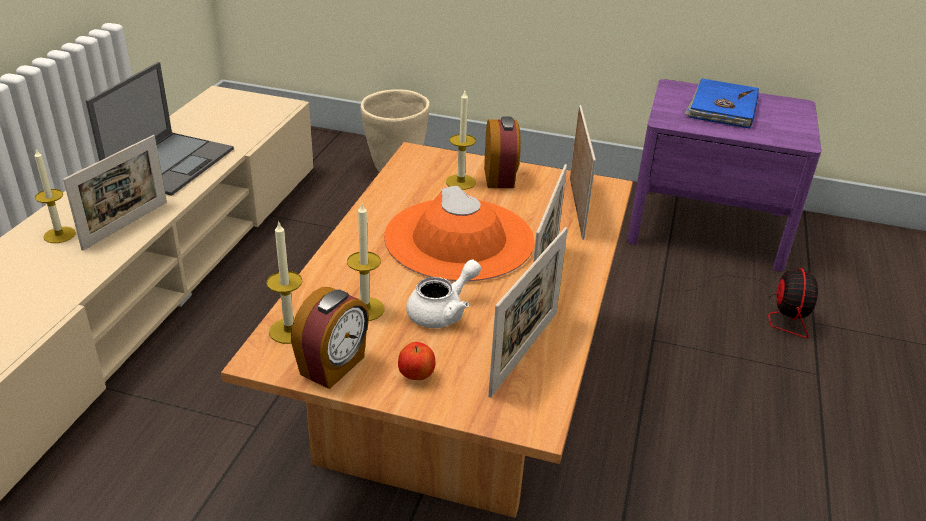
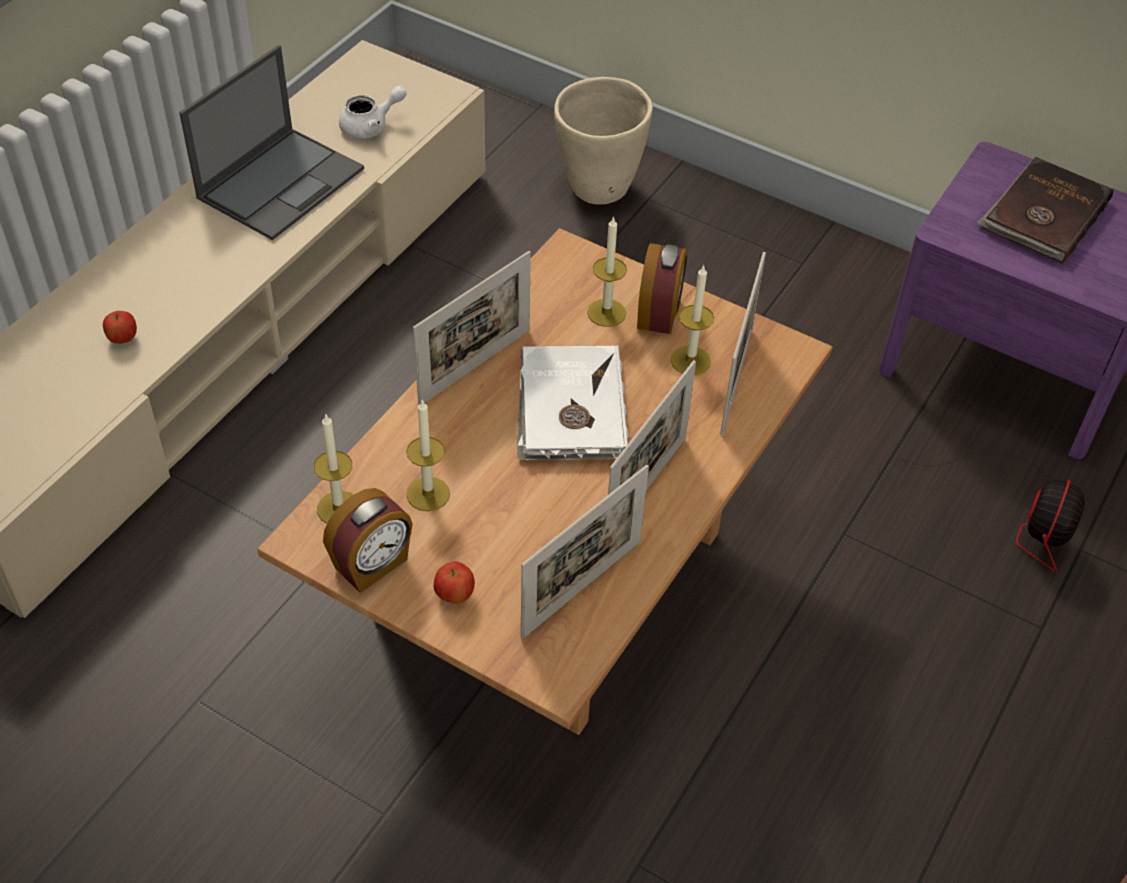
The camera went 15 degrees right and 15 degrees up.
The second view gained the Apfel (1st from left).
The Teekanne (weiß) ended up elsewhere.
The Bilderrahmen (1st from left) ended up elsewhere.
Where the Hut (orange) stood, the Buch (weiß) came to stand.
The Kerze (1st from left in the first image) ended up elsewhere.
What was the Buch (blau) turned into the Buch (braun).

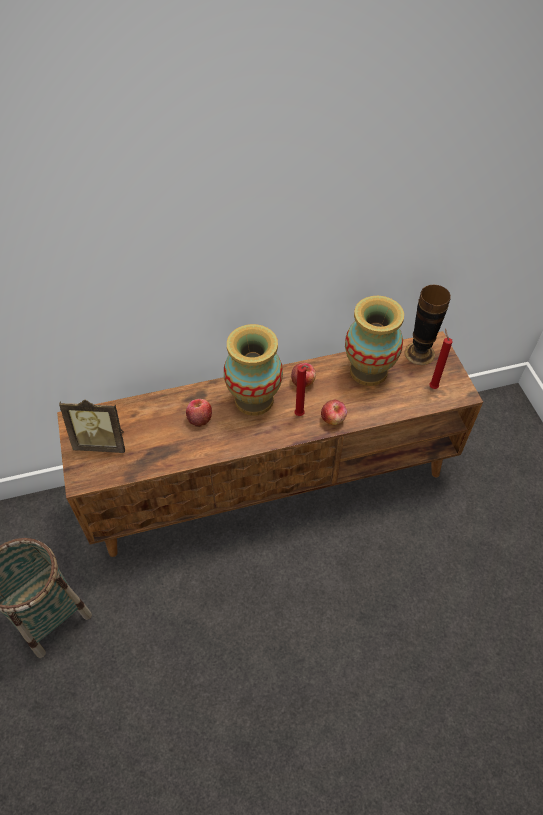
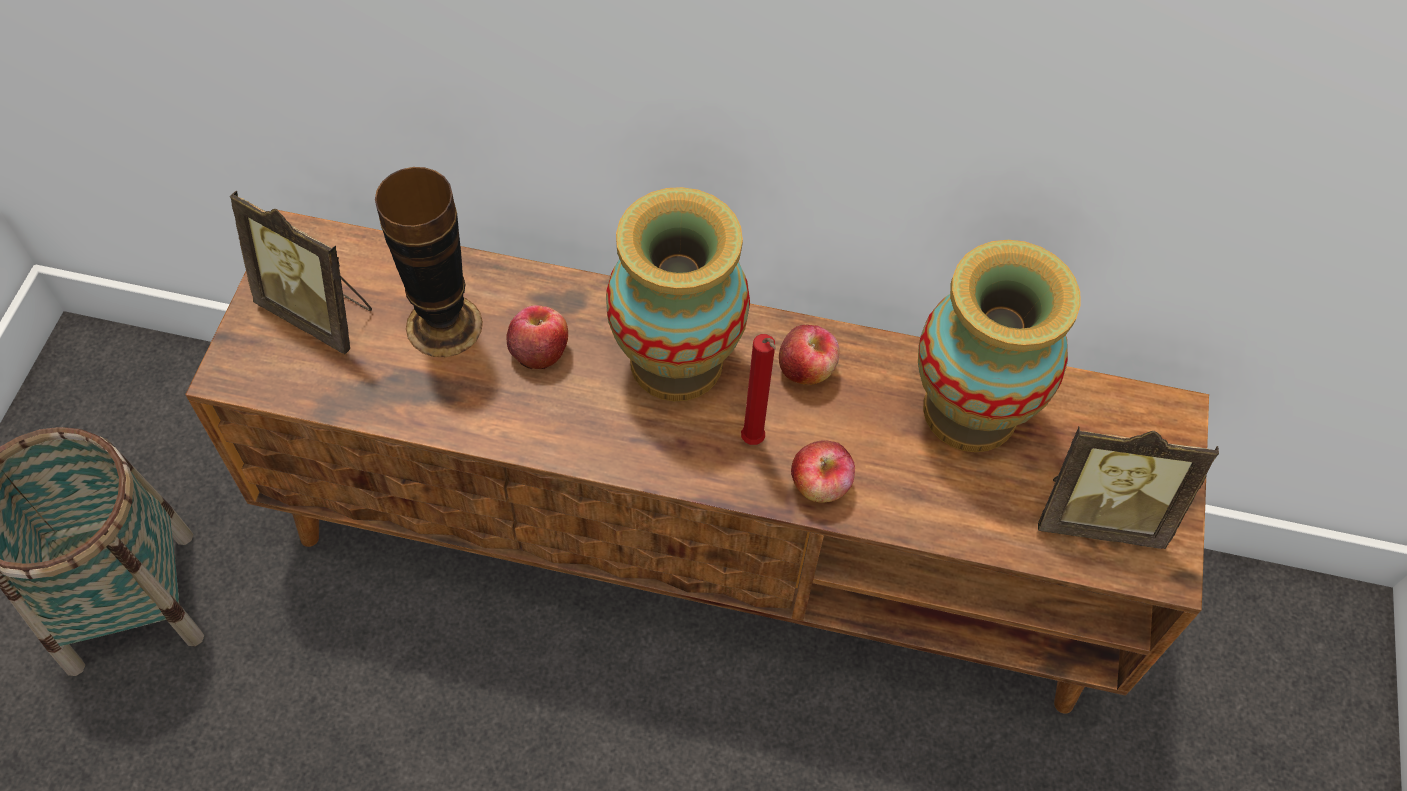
The camera went 25 degrees right and 5 degrees up.
The Vase (3rd from left in the first image) ended up elsewhere.
Where the Kerze (rot) (2nd from left) stood, the Bilderrahmen (2nd from left) came to stand.

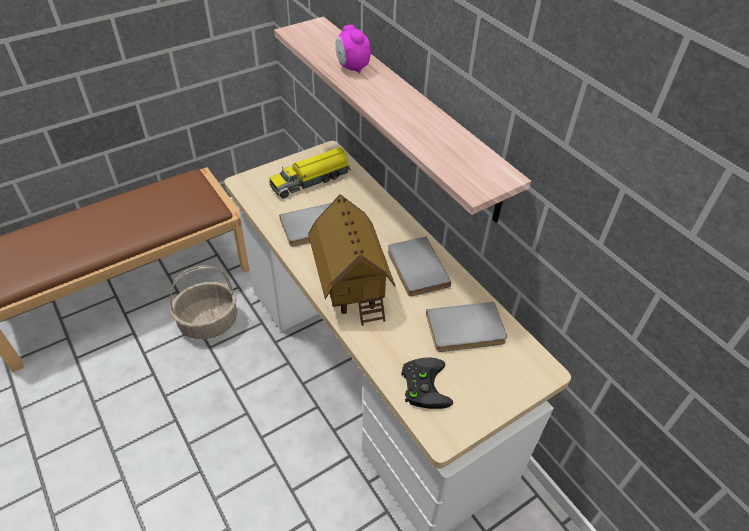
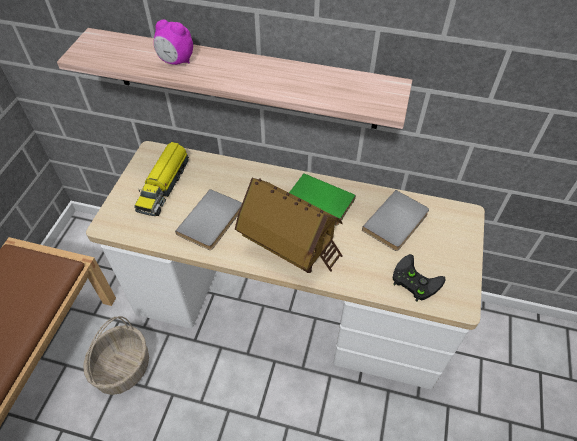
The camera went 40 degrees left and 5 degrees up.
What was the Buch (grau) (2nd from left) turned into the Buch (grün).

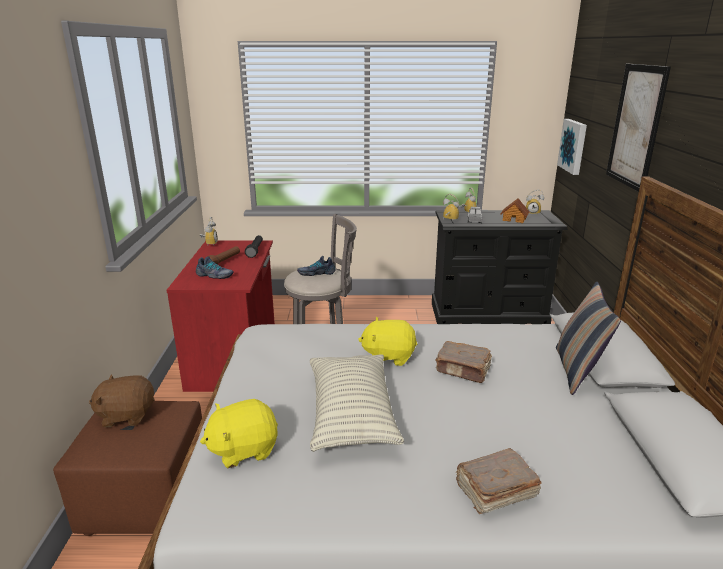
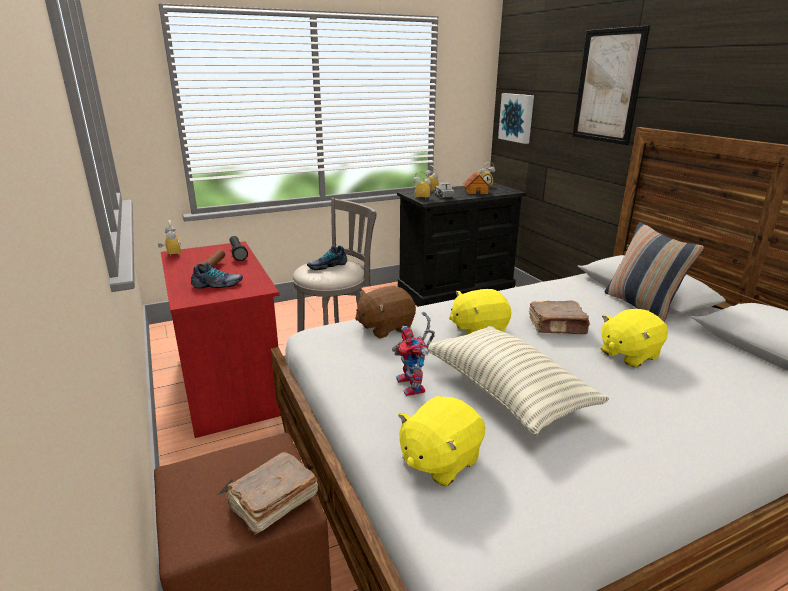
The camera went 25 degrees left and 0 degrees up.
The Buch (braun) (2nd from left in the first image) ended up elsewhere.
The Plüschtier (braun) ended up elsewhere.
The second view gained the Spielzeugroboter.
The second view gained the Plüschtier (gelb) (3rd from left).

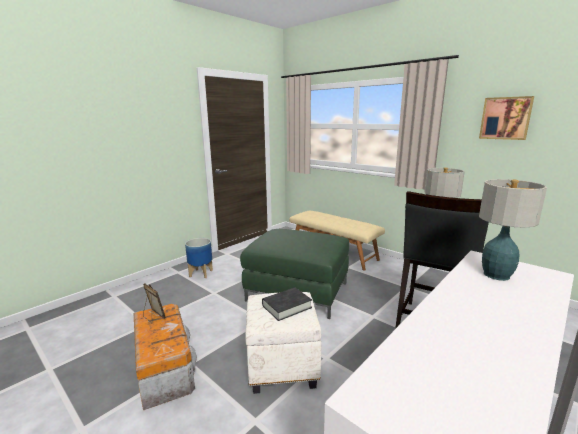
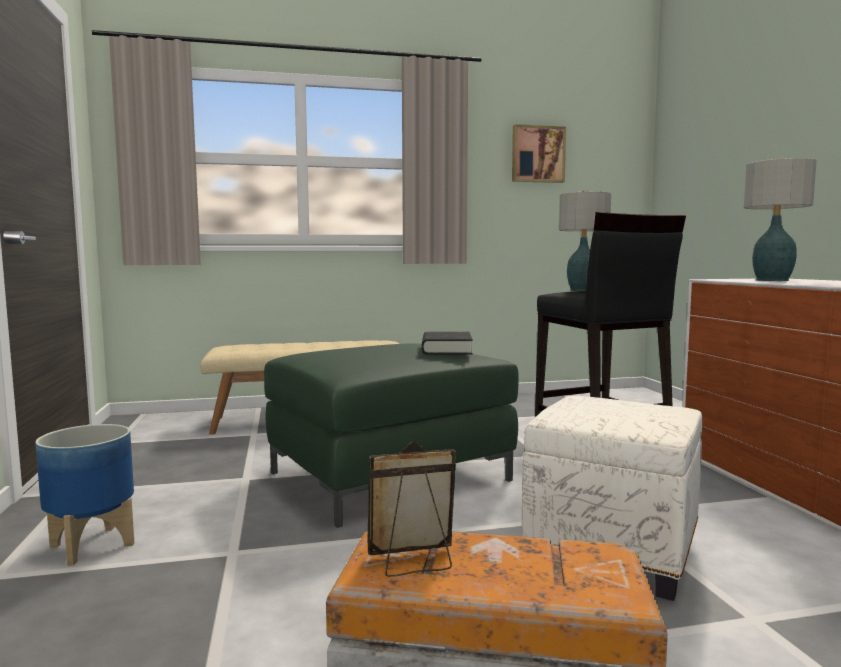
The camera went 55 degrees left and 10 degrees down.
The Buch (schwarz) ended up elsewhere.

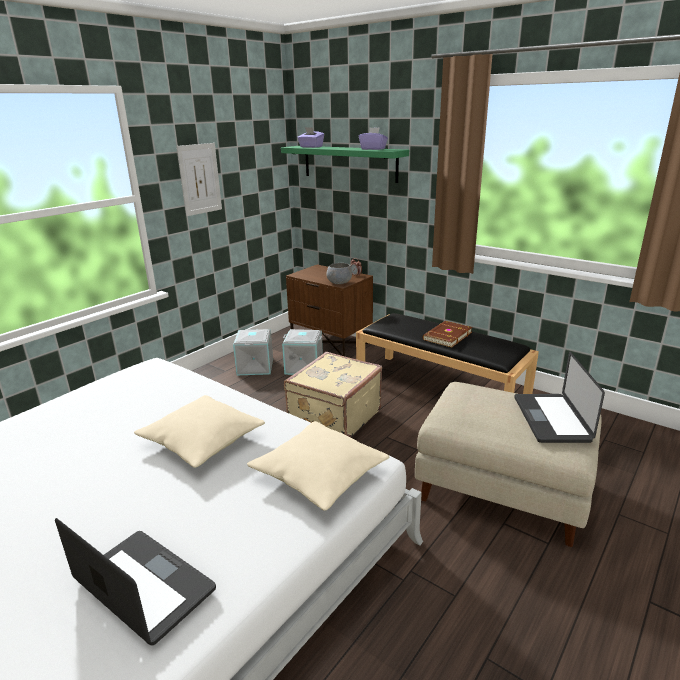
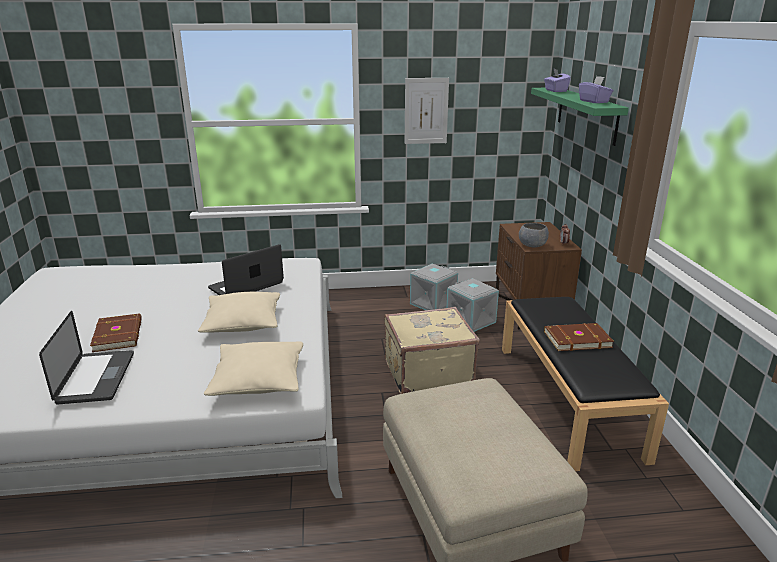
The camera went 45 degrees right and 0 degrees up.
The second view gained the Buch (braun) (1st from left).
The Laptop (2nd from left) ended up elsewhere.

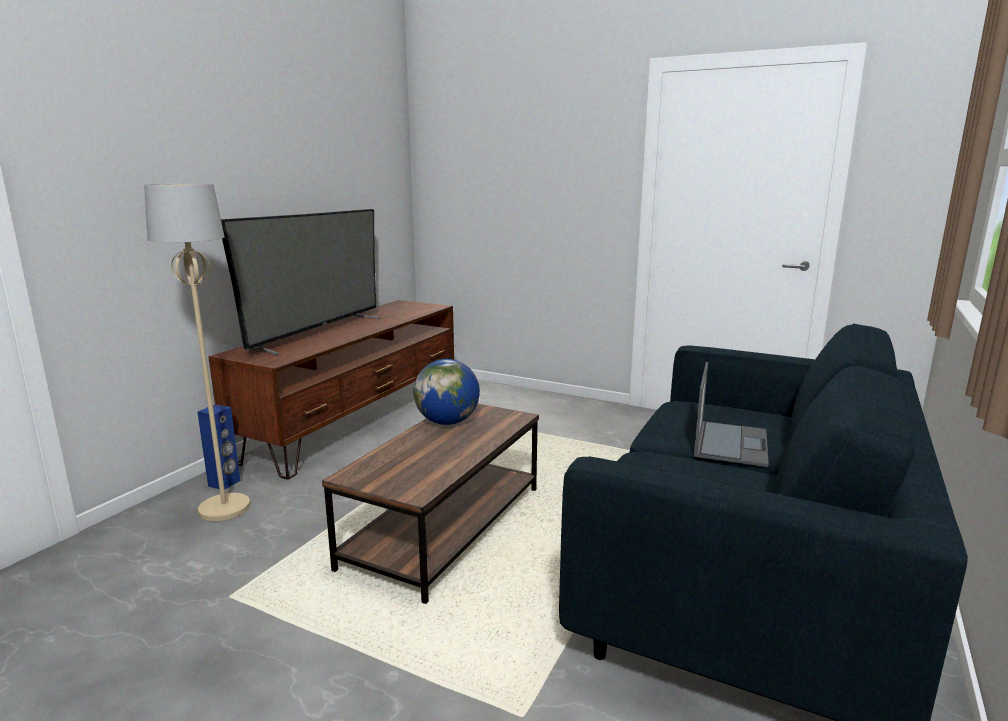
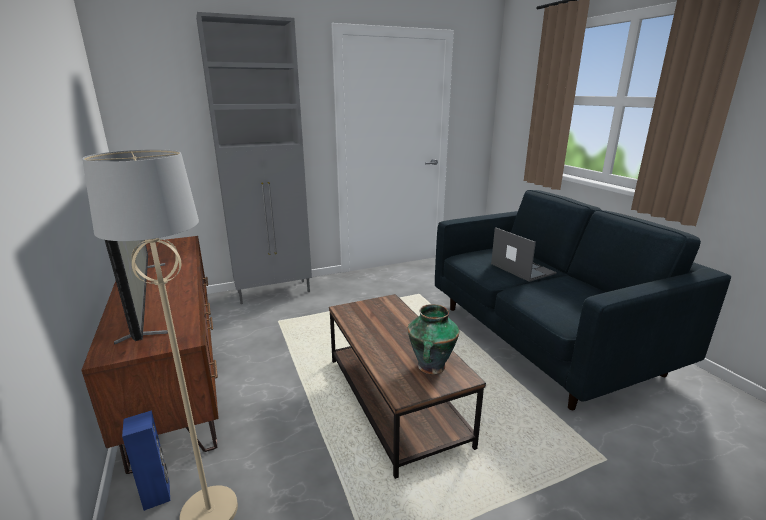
The camera went 50 degrees left and 5 degrees up.
The second view gained the Schrank (grau).
The second view gained the Vase.
The second view lost the Globus.

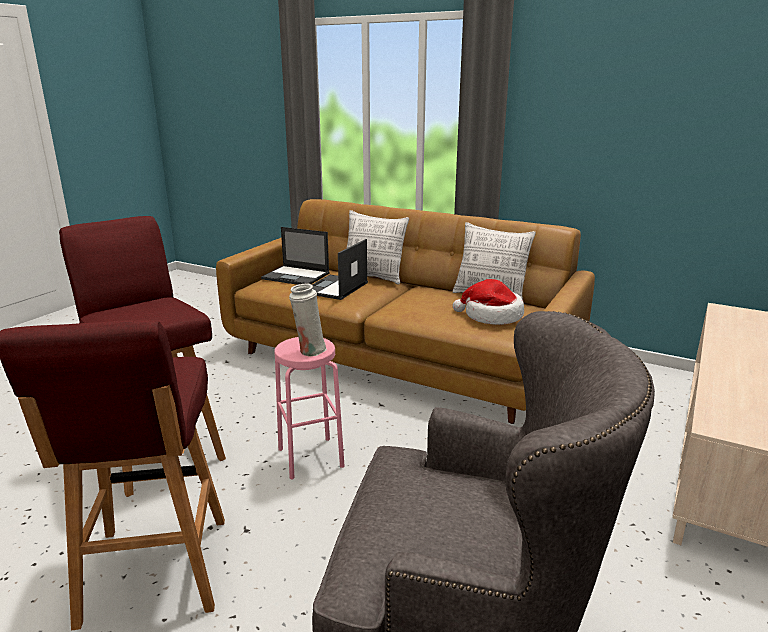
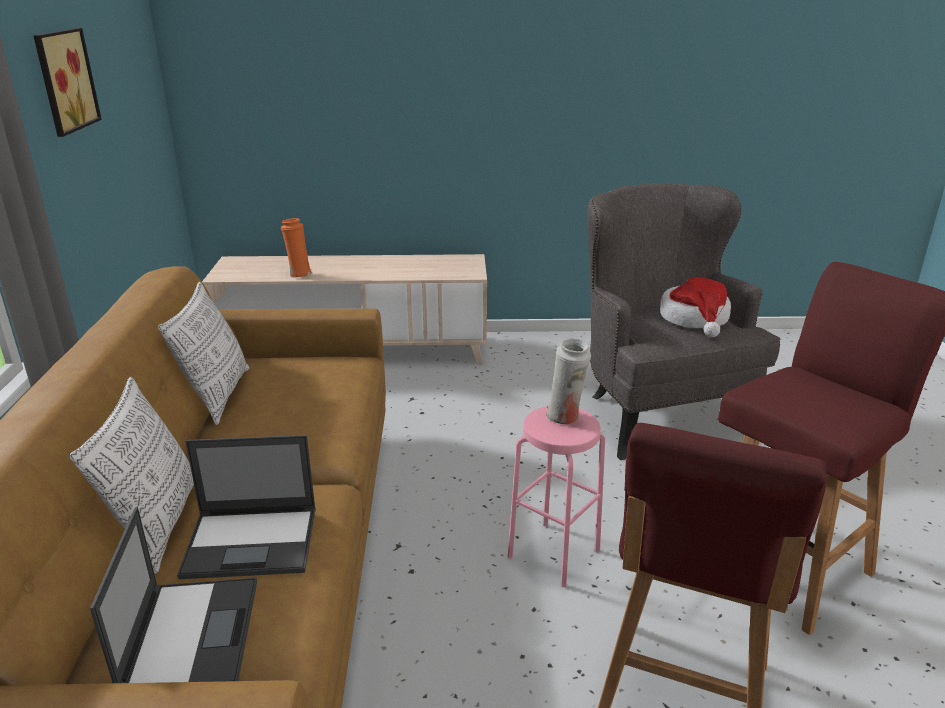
The camera went 120 degrees left and 5 degrees up.
The second view gained the Bild.
The second view gained the Vase (orange).
The Hut ended up elsewhere.

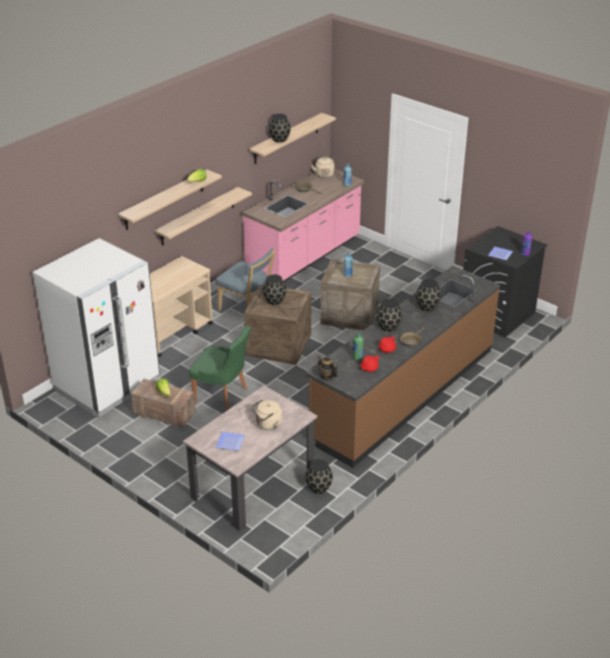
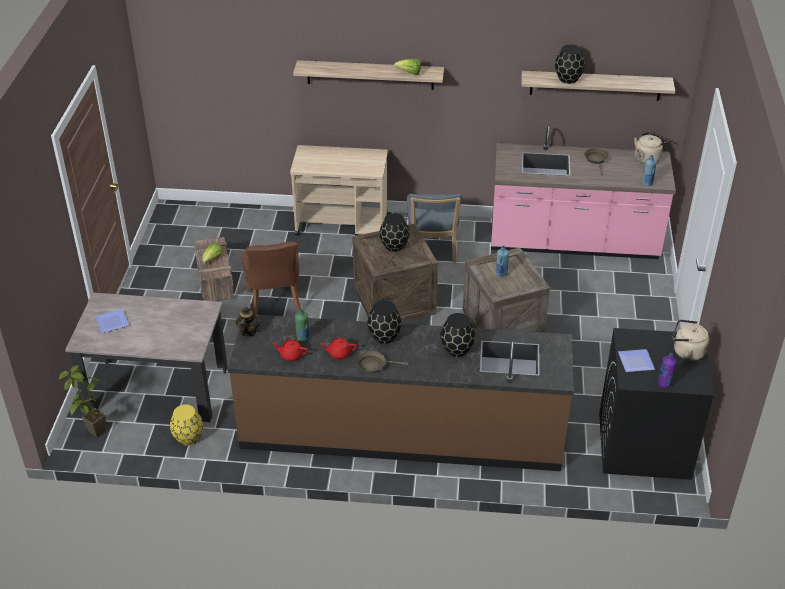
The camera went 55 degrees right and 5 degrees up.
The second view gained the Topfpflanze.
What was the Vase (schwarz) (3rd from left) turned into the Vase (gelb).
What was the Stuhl (grün) turned into the Stuhl (braun).
The Wasserkessel (beige) (1st from left in the first image) ended up elsewhere.
The second view lost the Kühlschrank (weiß).
The second view lost the Wandregal (2nd from left).

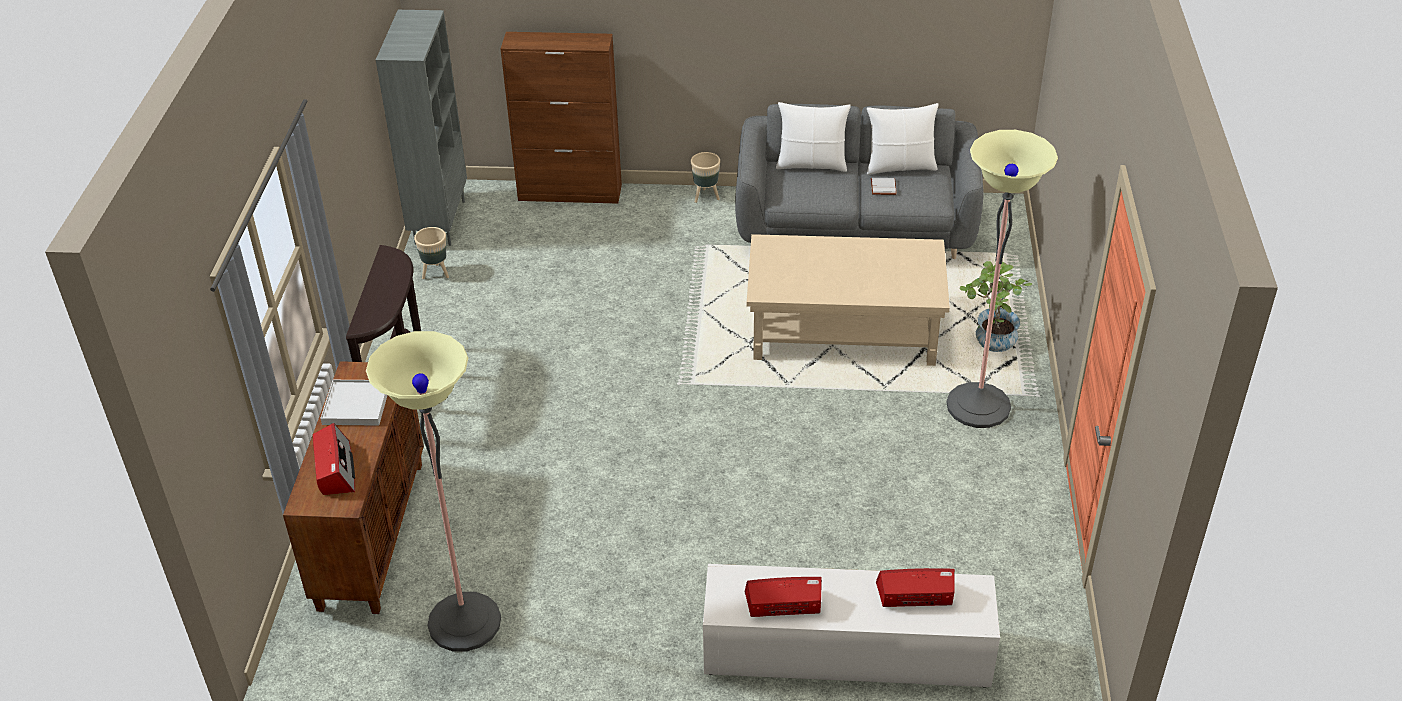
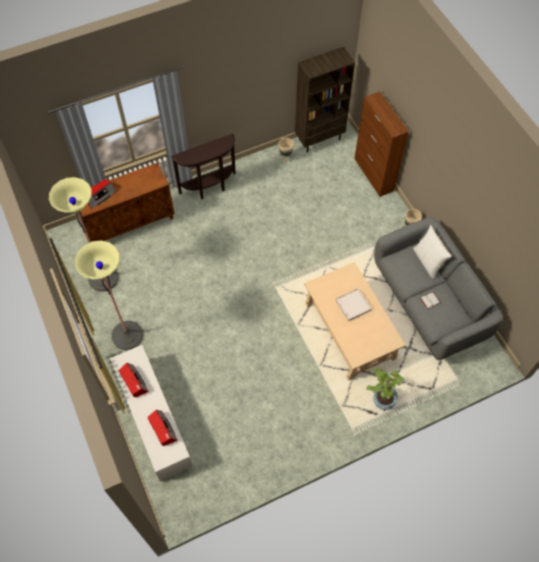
The camera went 60 degrees right and 20 degrees up.
The Stehlampe (2nd from left) ended up elsewhere.
What was the Bücherregal (grau) turned into the Bücherregal (braun).
The Tablett (weiß) ended up elsewhere.
The second view lost the Kissen (weiß) (2nd from left).

